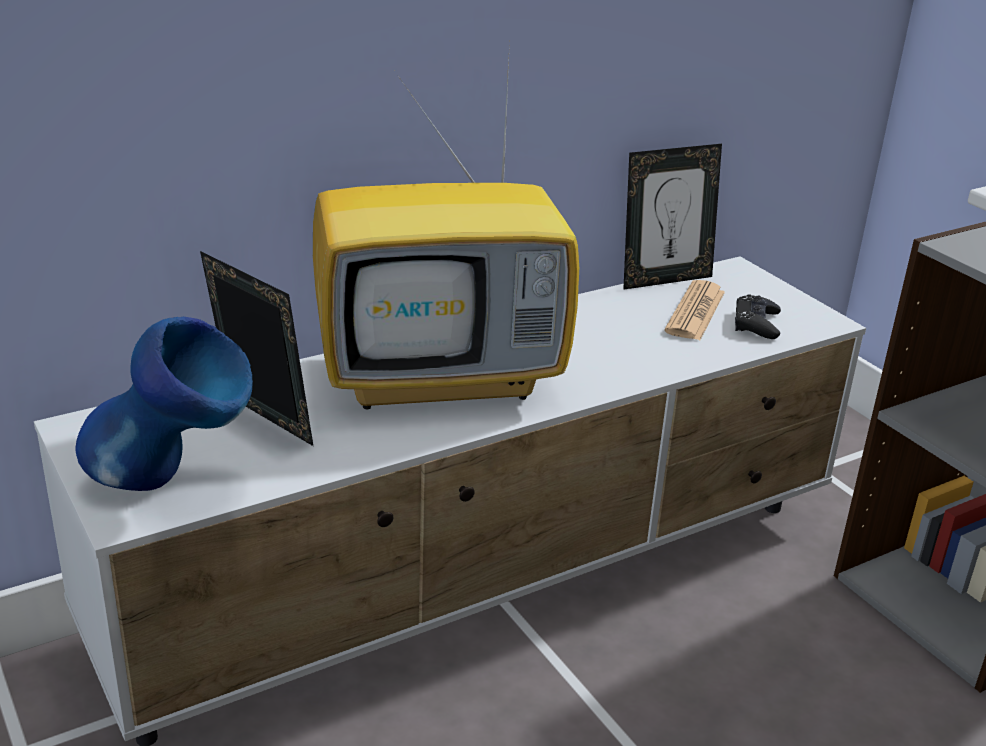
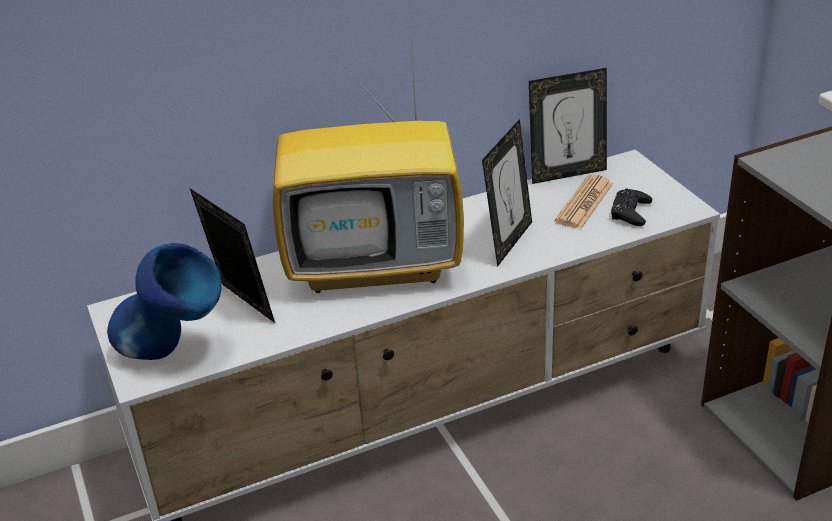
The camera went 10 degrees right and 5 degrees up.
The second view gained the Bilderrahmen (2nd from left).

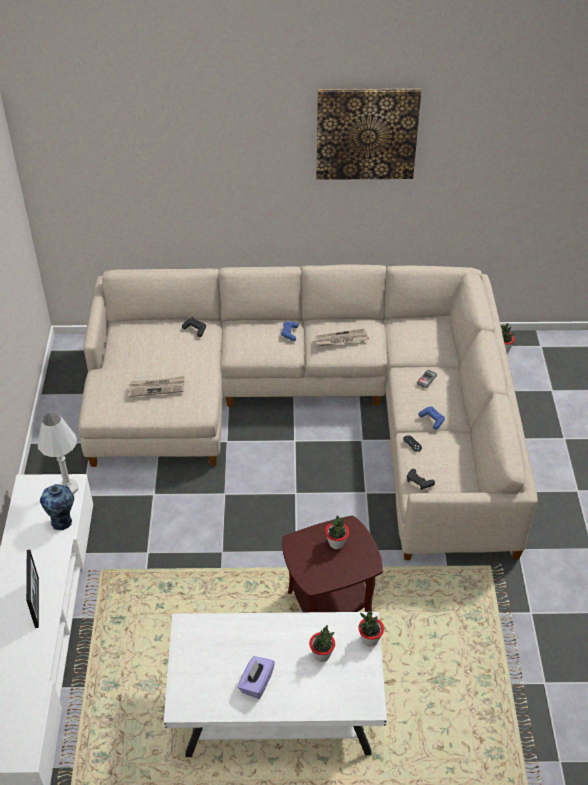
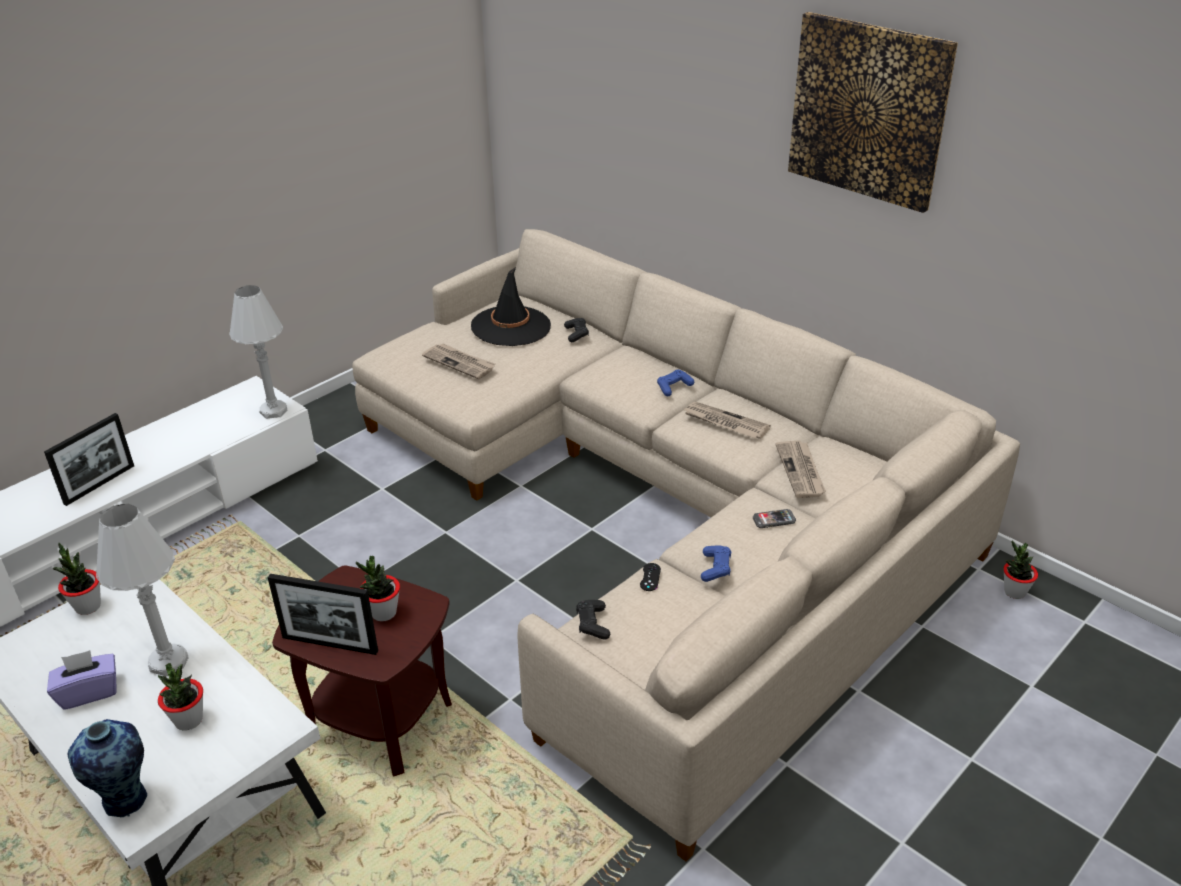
The camera went 45 degrees right and 10 degrees down.
The Topfpflanze (3rd from left in the first image) ended up elsewhere.
The Vase ended up elsewhere.
The second view gained the Tischlampe (weiß) (1st from left).
The second view gained the Bilderrahmen (2nd from left).
The second view gained the Hut (schwarz).
The second view gained the Zeitung (3rd from left).

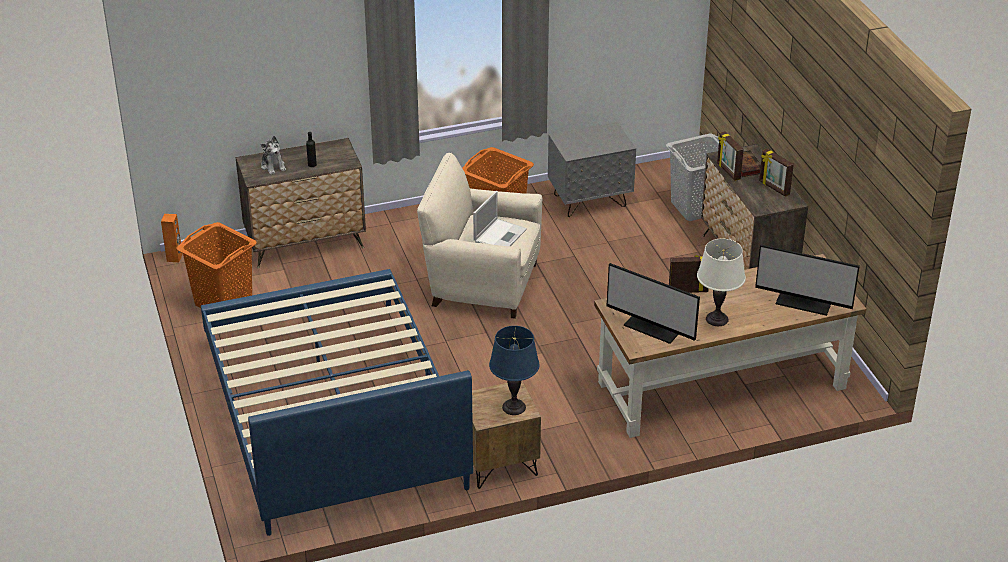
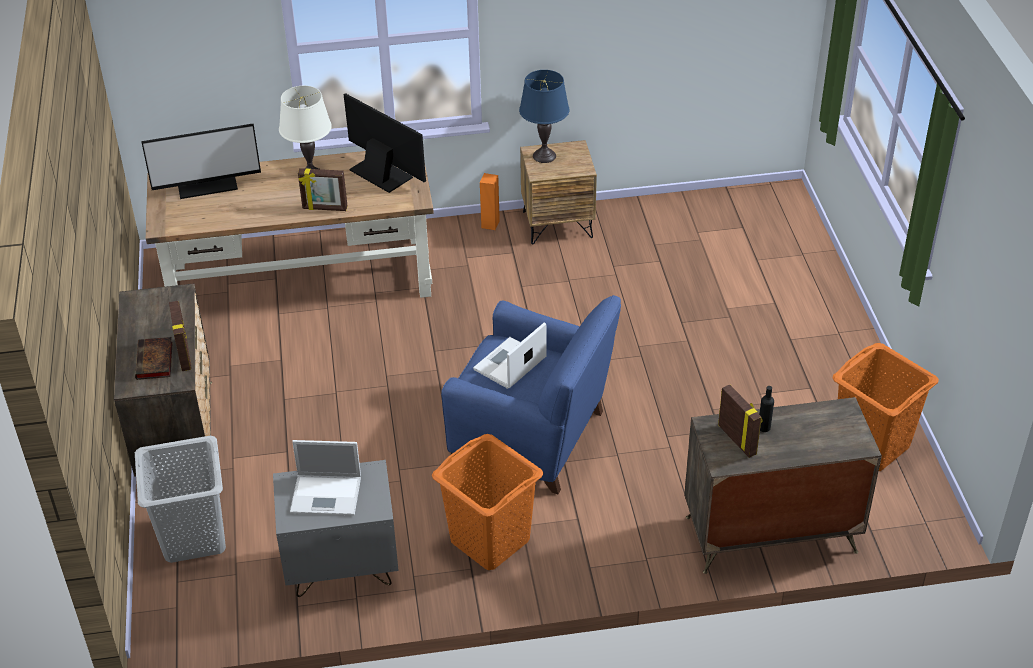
The camera went 170 degrees left and 5 degrees up.
The Monitor (2nd from left in the first image) ended up facing another way, 135 degrees clockwise from before.
The second view gained the Laptop (1st from left).
What was the Sessel (beige) turned into the Sessel (blau).
The Lautsprecher (orange) ended up elsewhere.
The Bilderrahmen (3rd from left) ended up elsewhere.
The second view lost the Bett (blau).
The second view lost the Plüschtier.

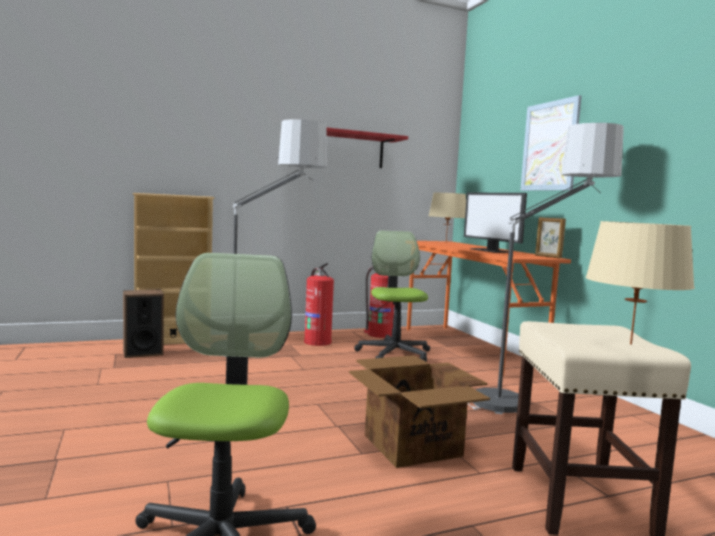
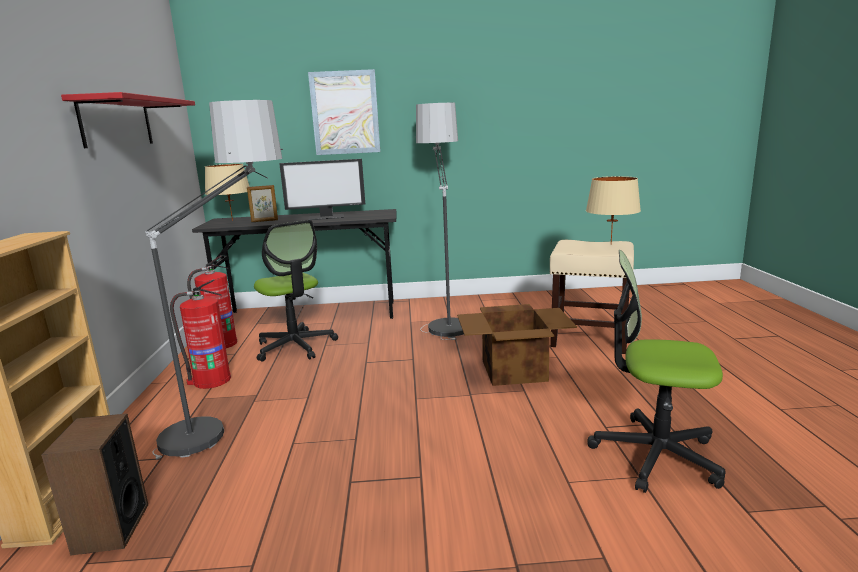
The camera went 70 degrees left and 10 degrees up.
What was the Schreibtisch (orange) turned into the Schreibtisch (grau).
The Bilderrahmen ended up elsewhere.
The Bürostuhl (2nd from left in the first image) ended up facing another way, 135 degrees counterclockwise from before.

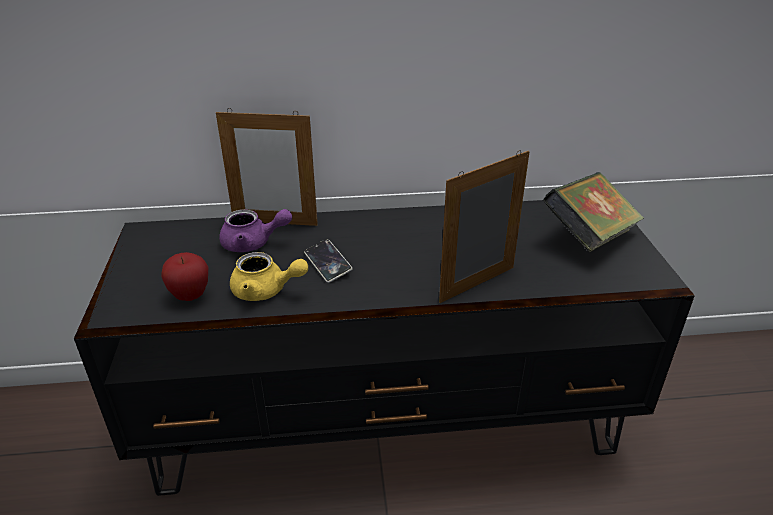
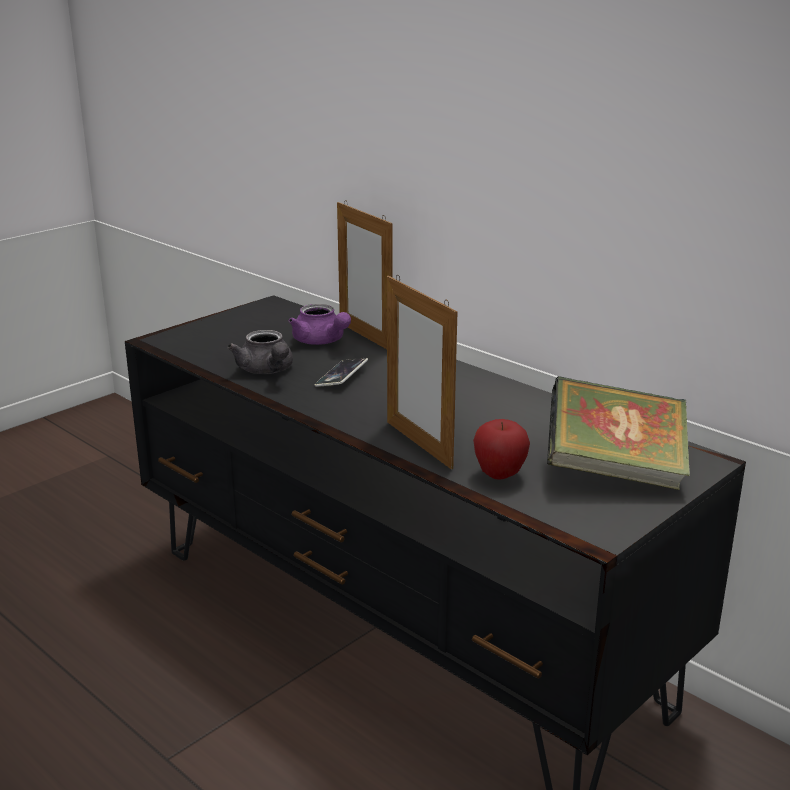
The camera went 50 degrees right and 10 degrees down.
What was the Teekanne (gelb) turned into the Teekanne (grau).
The Bilderrahmen (2nd from left) ended up facing another way, 135 degrees counterclockwise from before.
The Apfel ended up elsewhere.

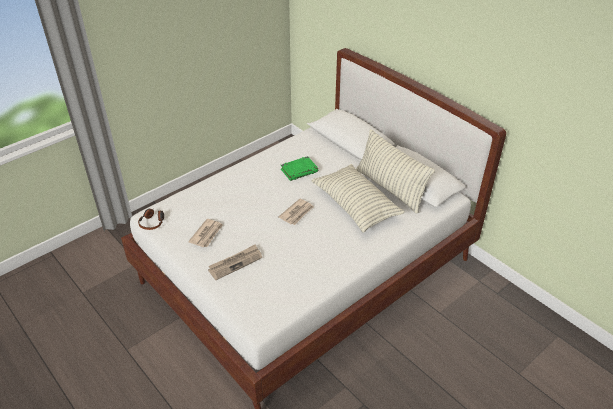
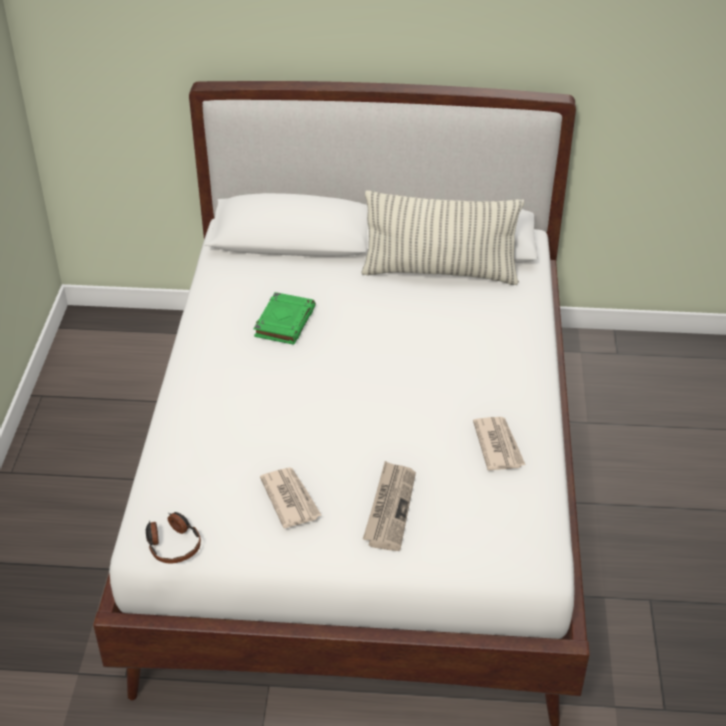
The camera went 45 degrees left and 0 degrees up.
The Zeitung (3rd from left) ended up elsewhere.
The second view lost the Kissen (1st from left).

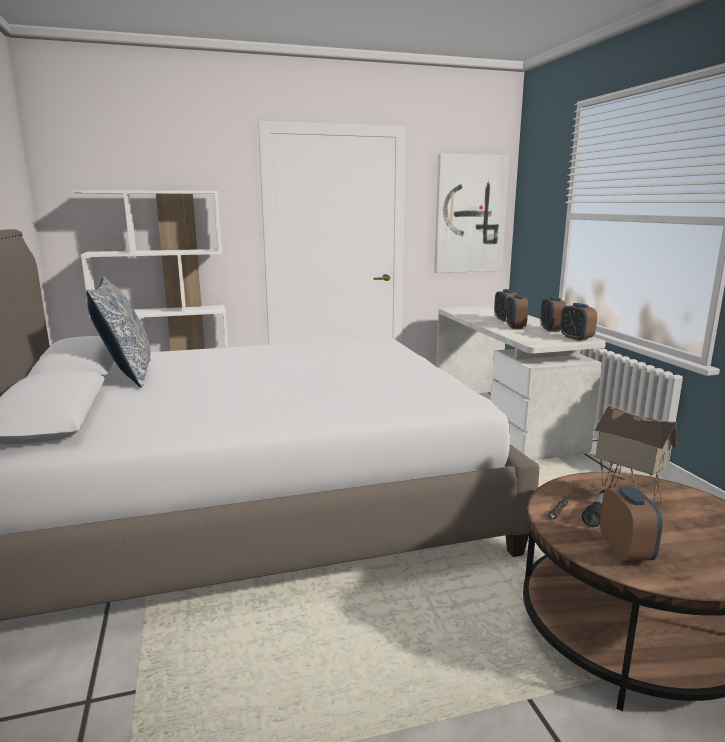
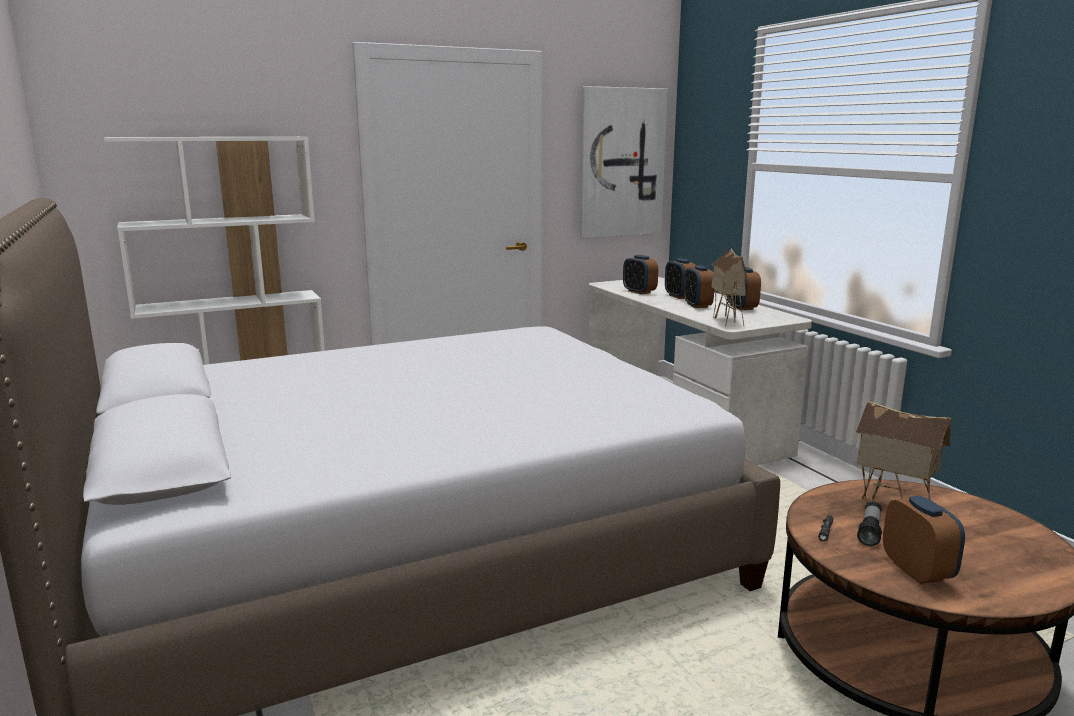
The camera went 10 degrees left and 0 degrees up.
The Wecker (4th from left in the first image) ended up elsewhere.
The second view gained the Spielzeughaus (1st from left).
The second view lost the Kissen.

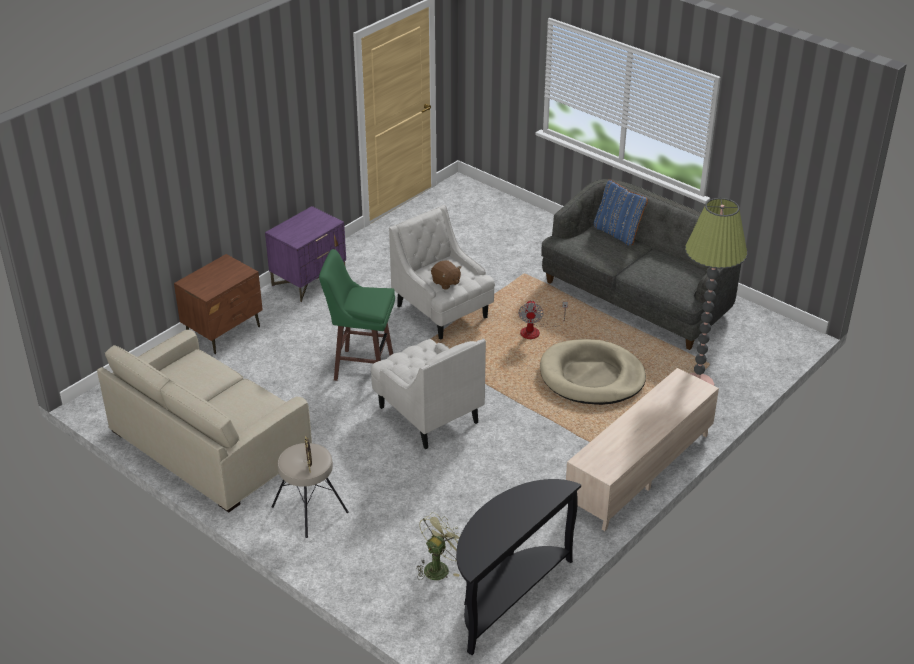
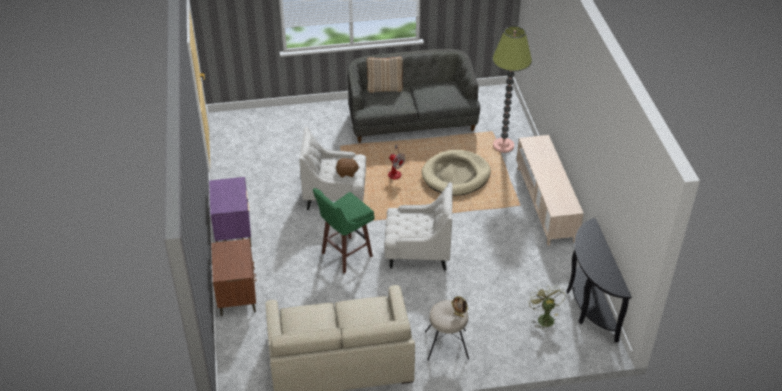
The camera went 50 degrees left and 5 degrees up.
What was the Kissen (blau) turned into the Kissen (beige).

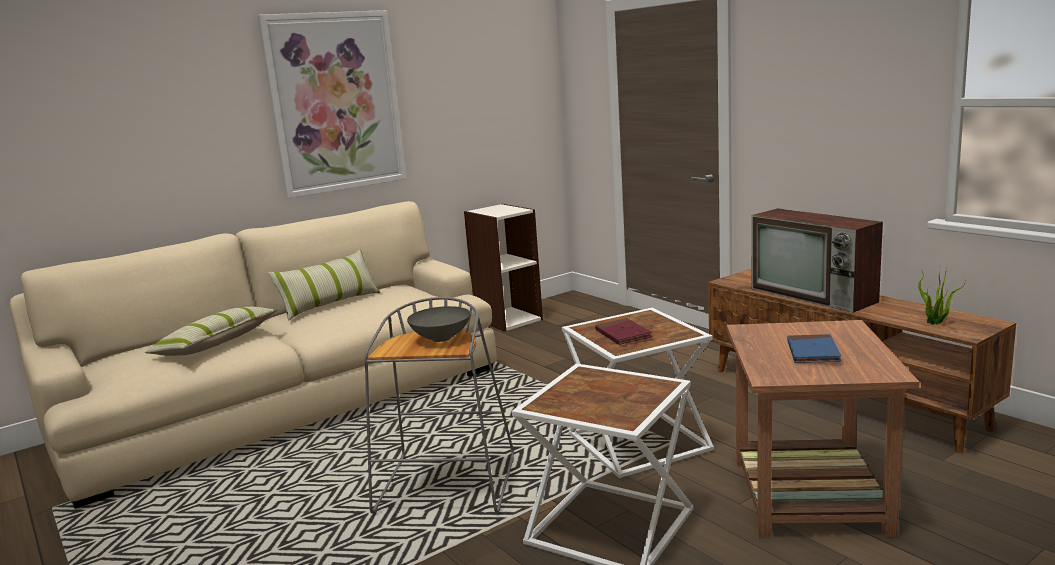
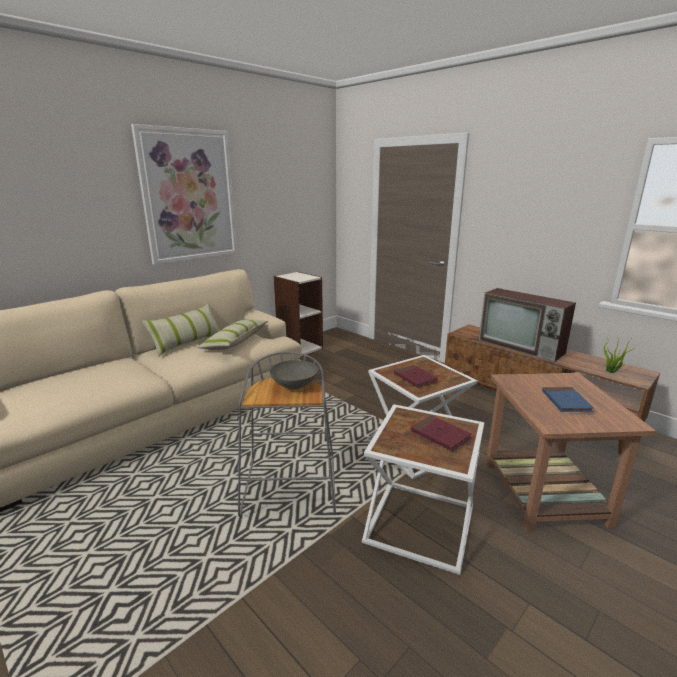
The camera went 10 degrees left and 5 degrees up.
The Kissen (1st from left in the first image) ended up elsewhere.
The second view gained the Buch (rot) (2nd from left).

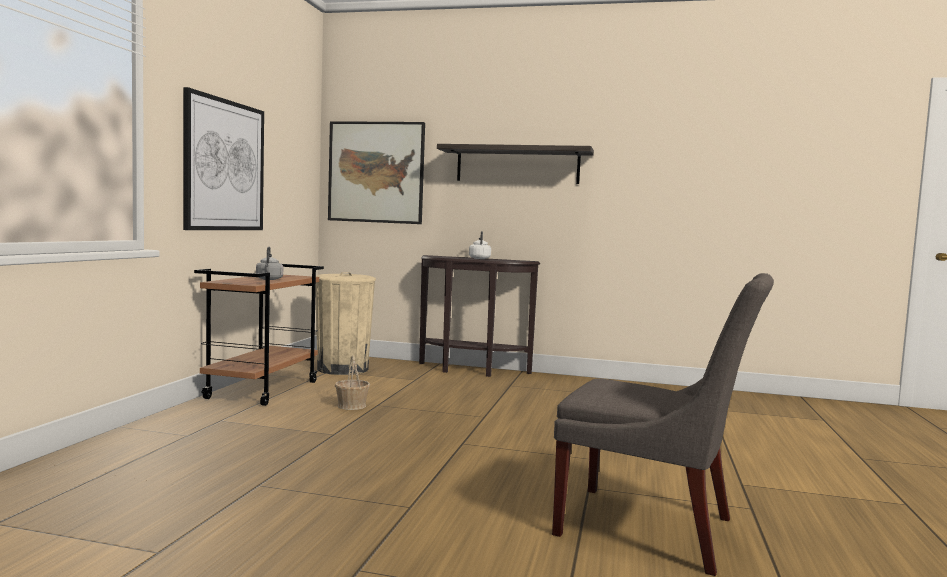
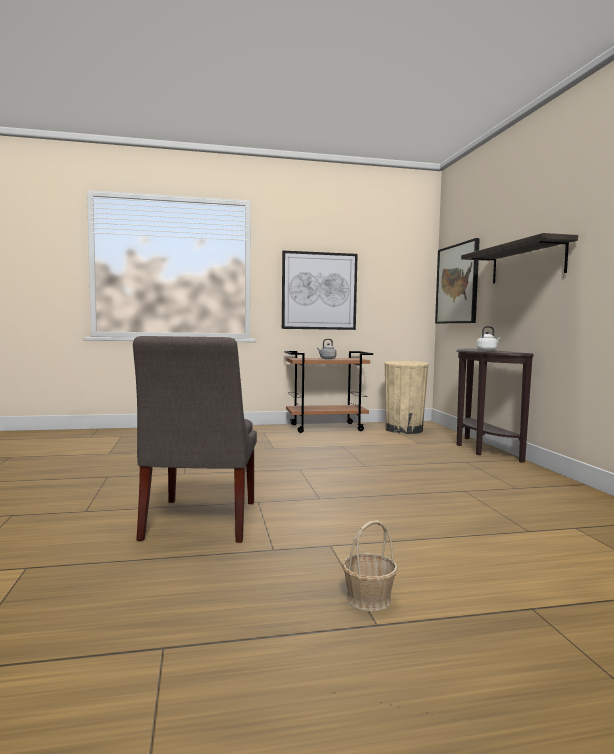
The camera went 65 degrees right and 0 degrees up.
The Korb ended up elsewhere.

